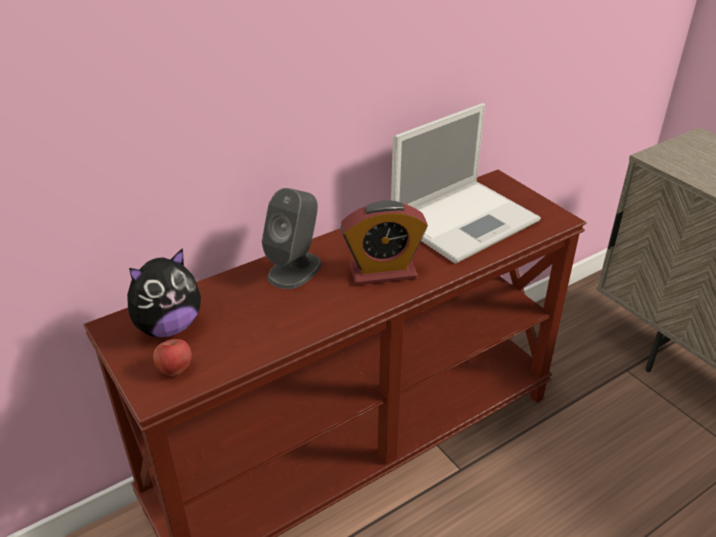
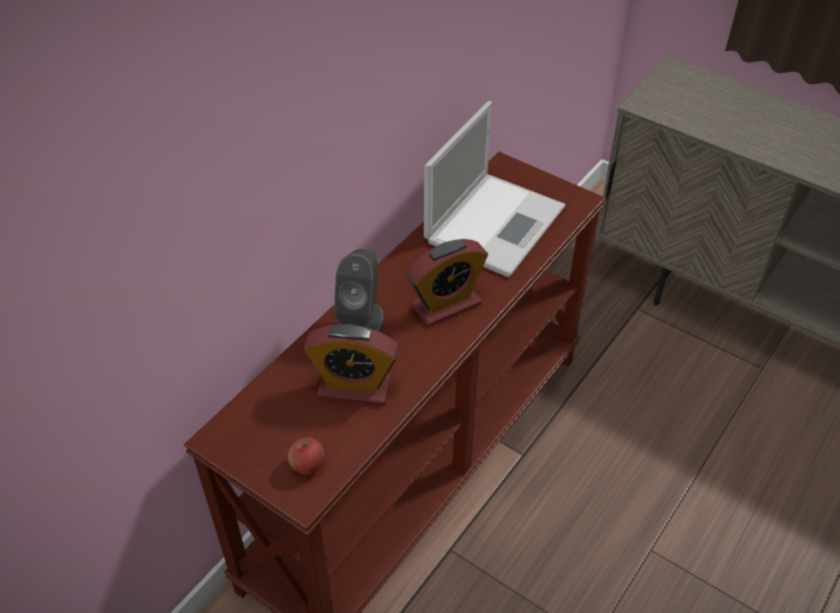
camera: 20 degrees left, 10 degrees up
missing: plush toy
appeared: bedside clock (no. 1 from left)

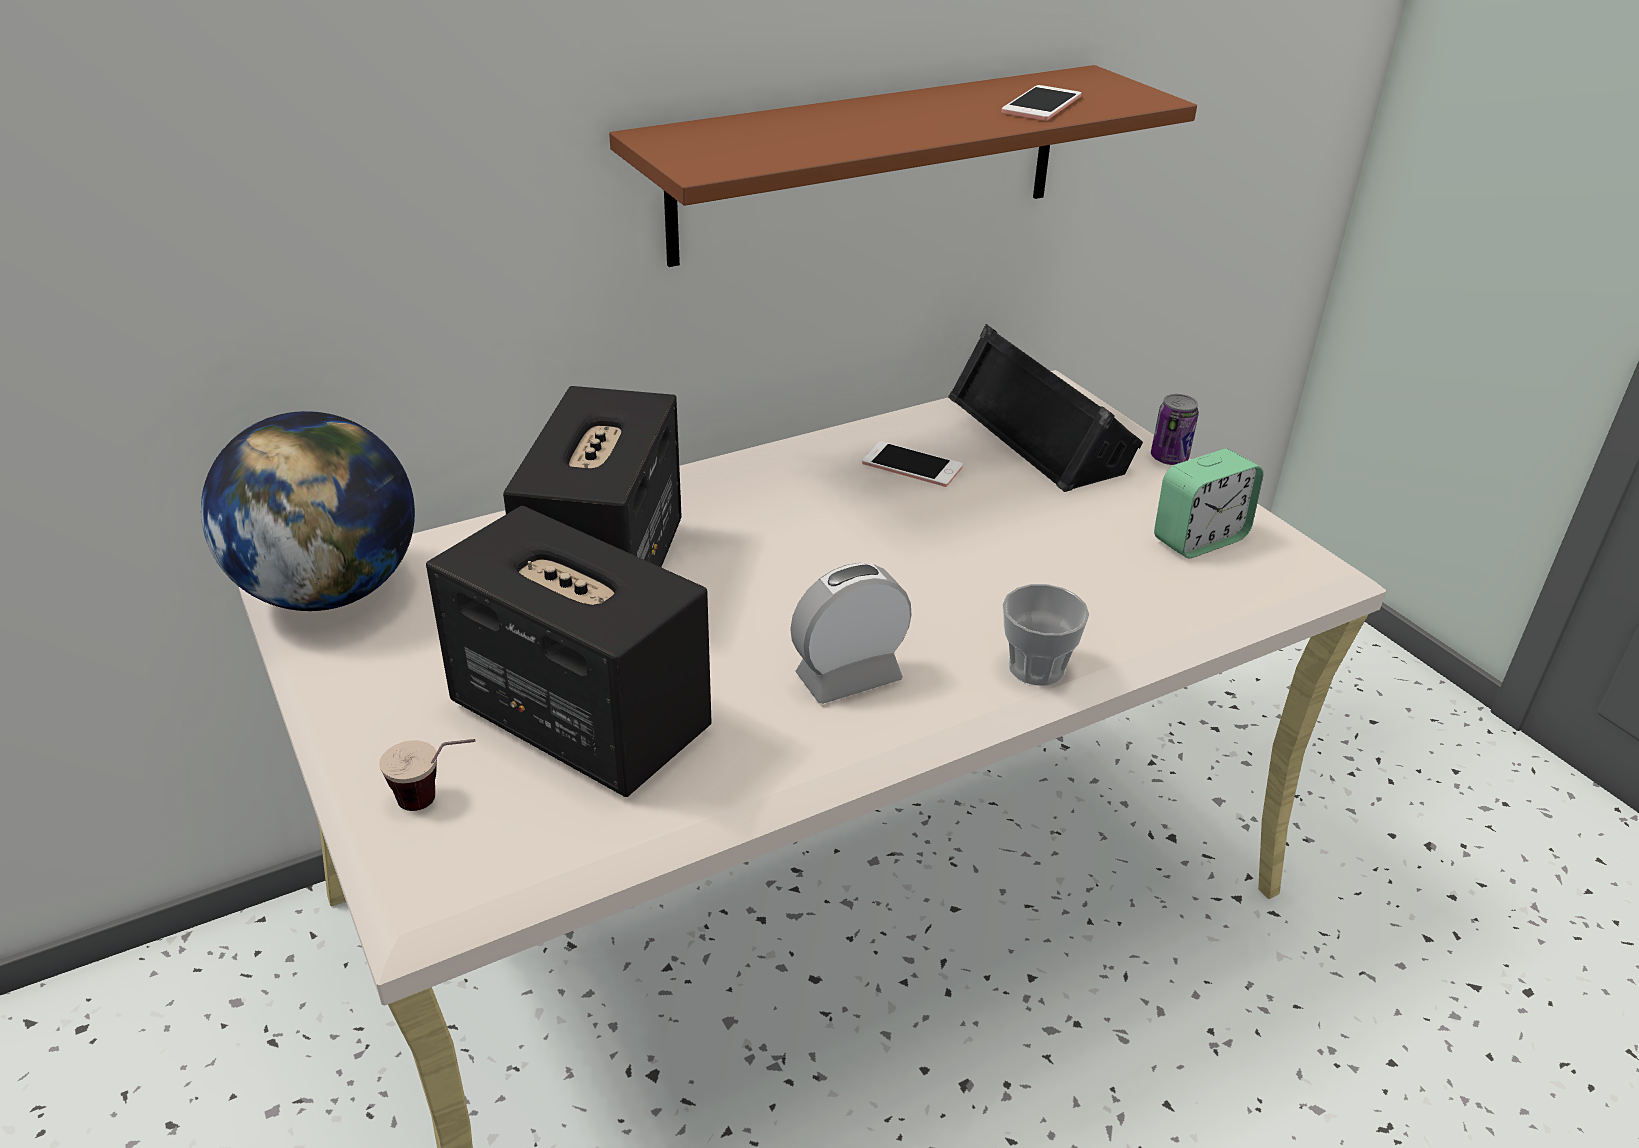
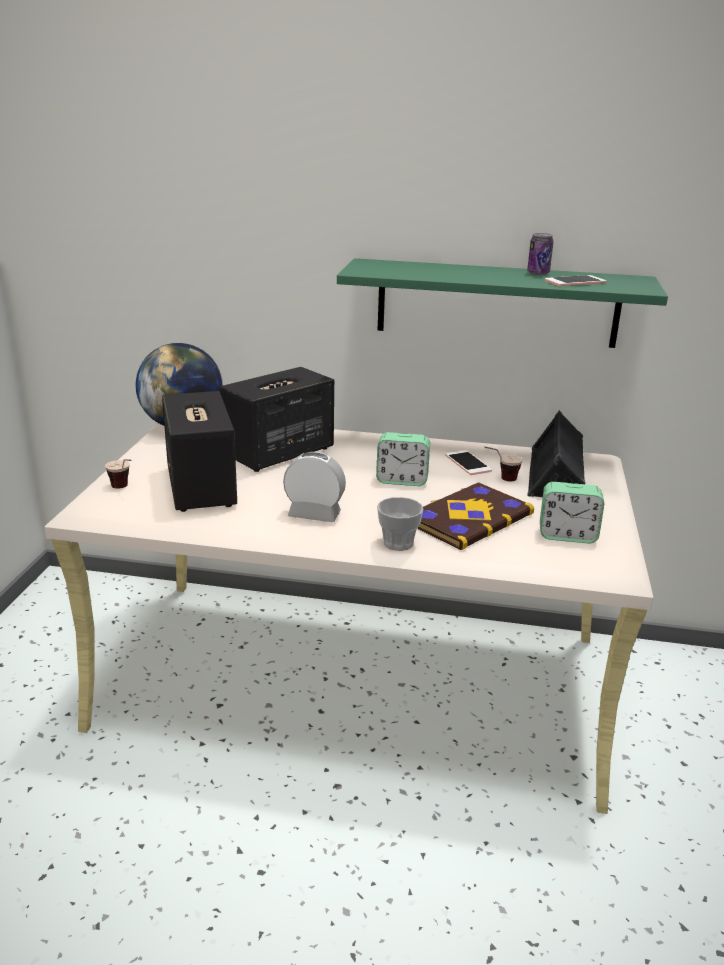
camera: 40 degrees right, 10 degrees down
appeared: bedside clock (no. 2 from left); book; cup (no. 3 from left)
relocated: metal can
colour: brown wall shelf to green wall shelf

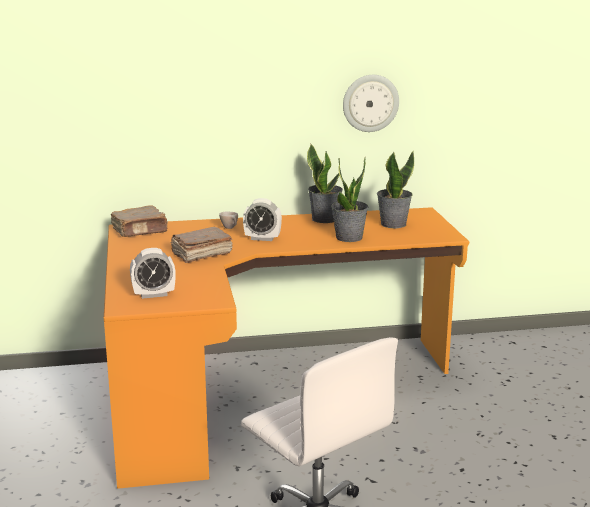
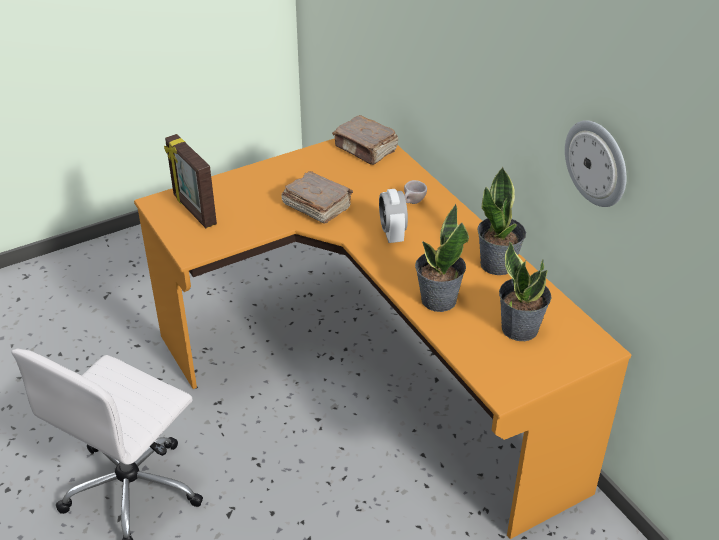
camera: 70 degrees right, 20 degrees up
exchanged: bedside clock (no. 1 from left) to standing frame

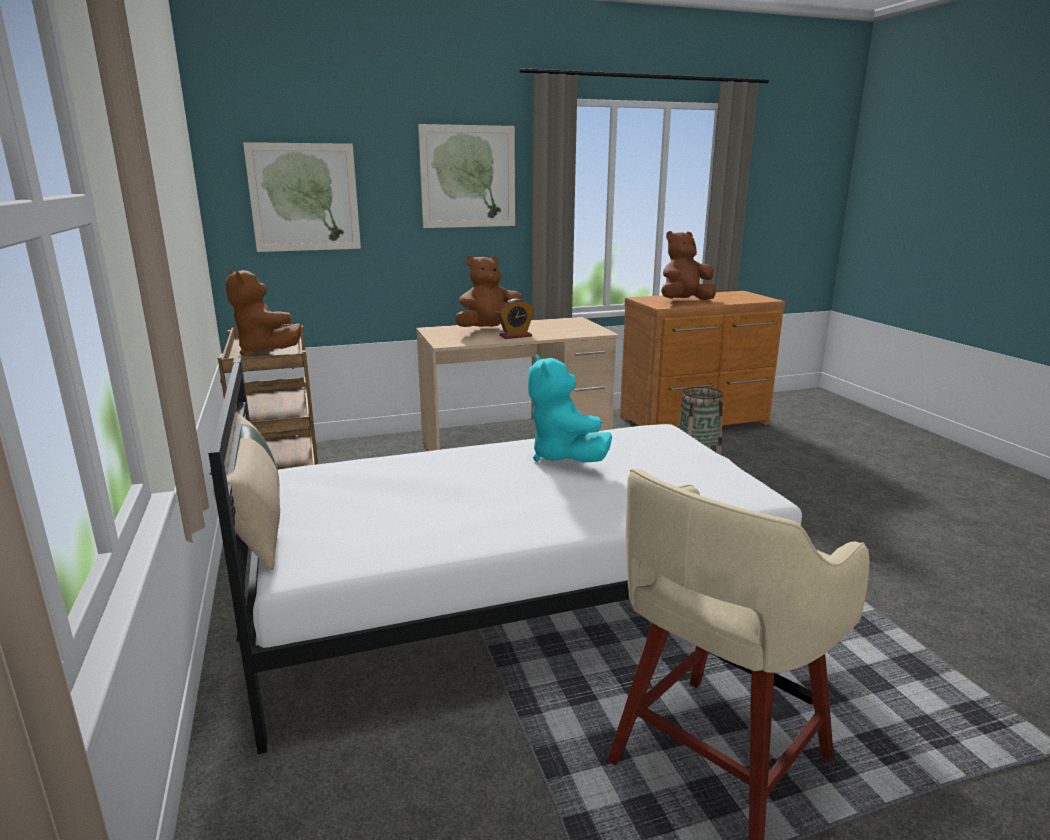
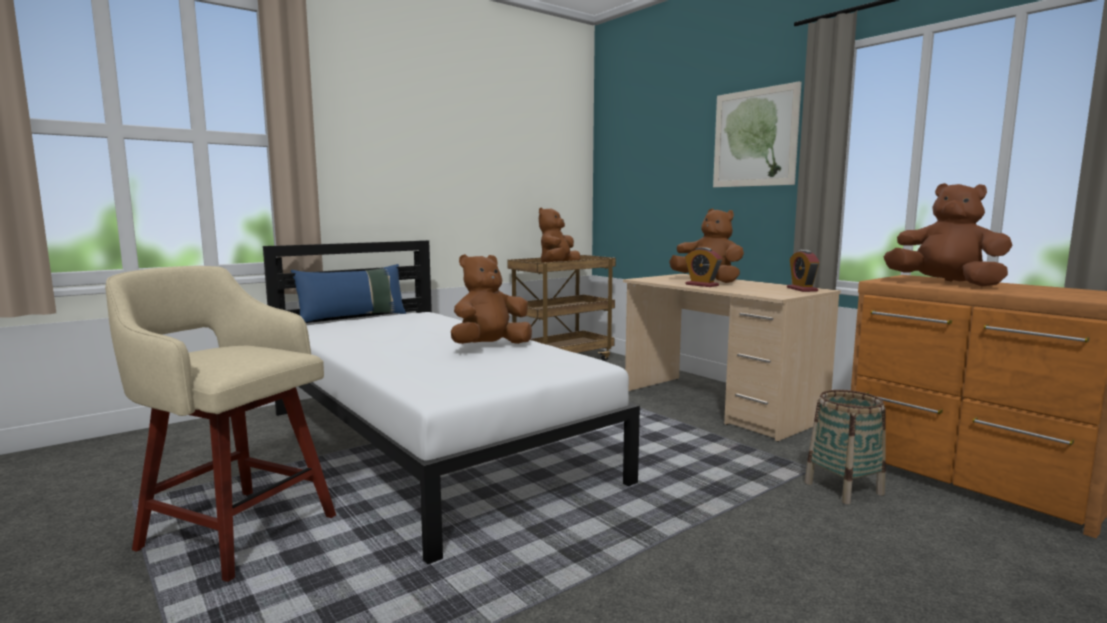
camera: 70 degrees right, 10 degrees down
missing: wall art (no. 1 from left)
appeared: bedside clock (no. 2 from left)
colour: beige-coloured pillow to blue pillow; turquoise plush toy to brown plush toy (no. 1 from left)

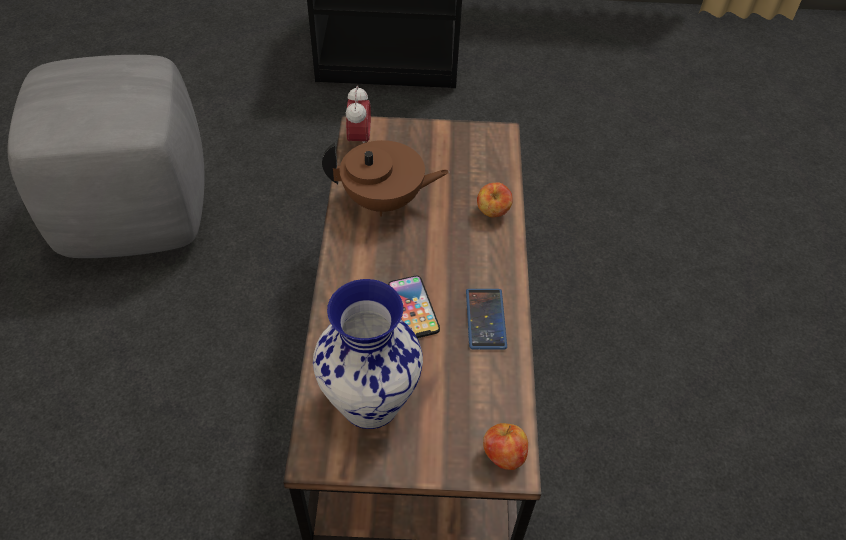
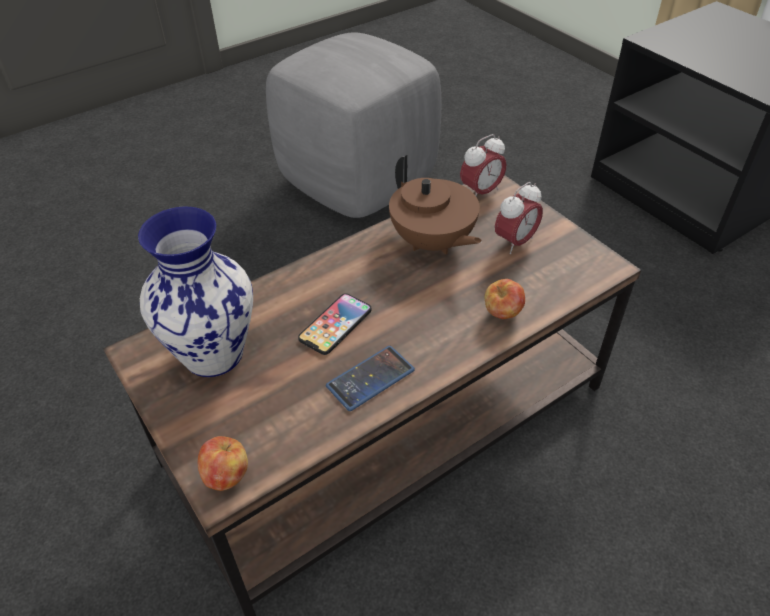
camera: 55 degrees right, 5 degrees down
appeared: bedside clock (no. 2 from left)

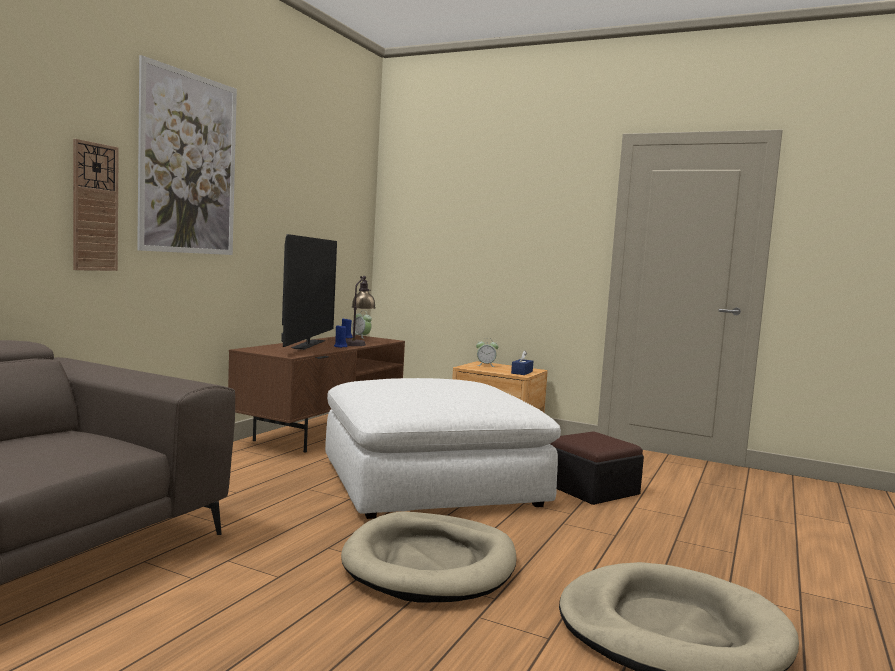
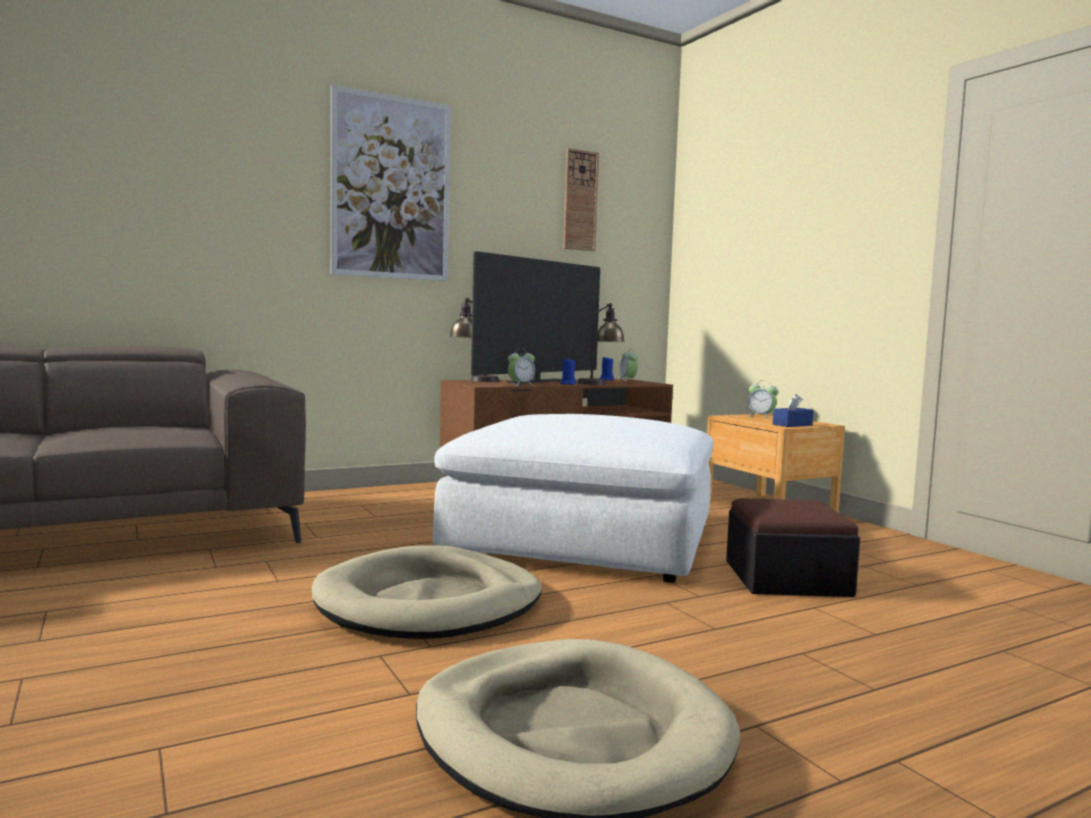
camera: 35 degrees right, 0 degrees up
appeared: table lamp (no. 1 from left); bedside clock (no. 1 from left)
relocated: hanging clock

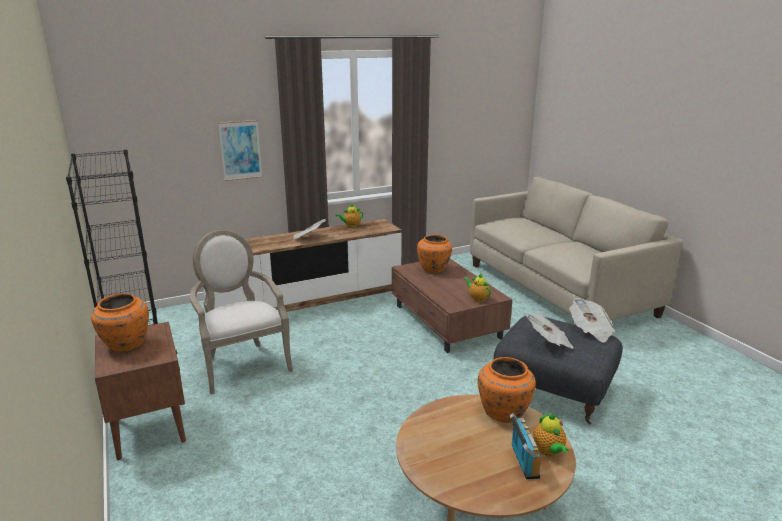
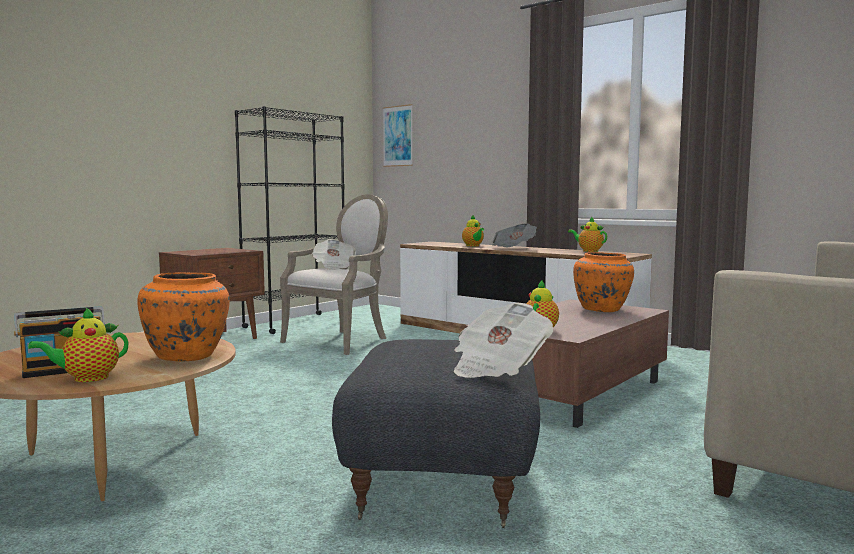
camera: 65 degrees right, 15 degrees down
missing: orange-coloured flower vase (no. 1 from left)
appeared: tea pot (no. 2 from left)
relocated: wall art; daily paper (no. 2 from left in the first image) to daily paper (no. 1 from left)

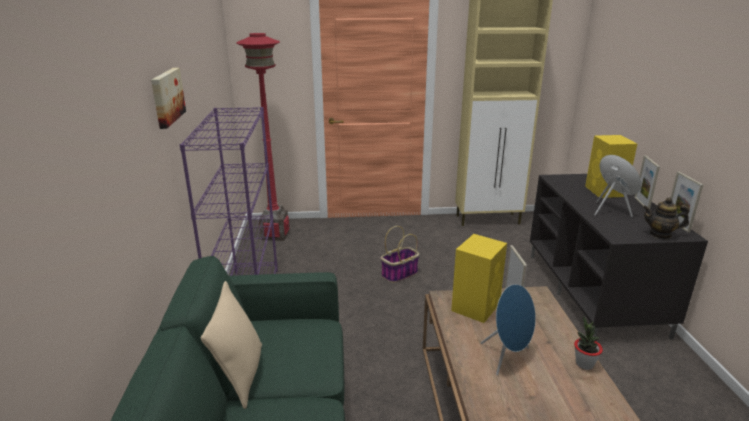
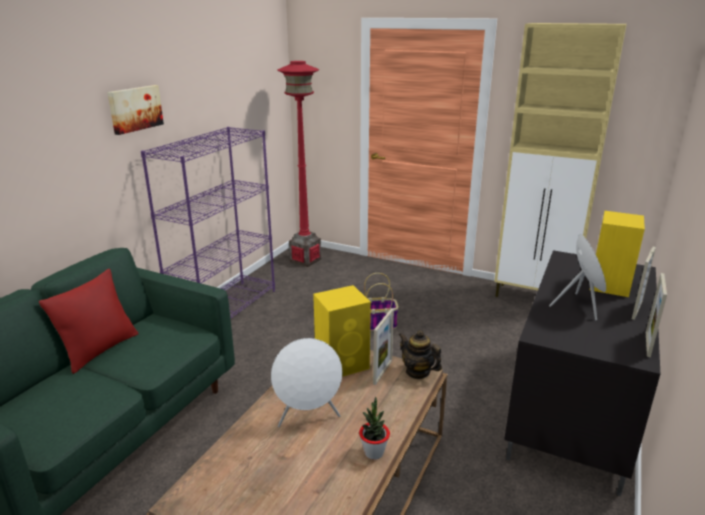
camera: 30 degrees right, 0 degrees up
relocated: tea pot
colour: beige-coloured pillow to reddish pillow; blue loudspeaker (no. 1 from left) to whitish loudspeaker

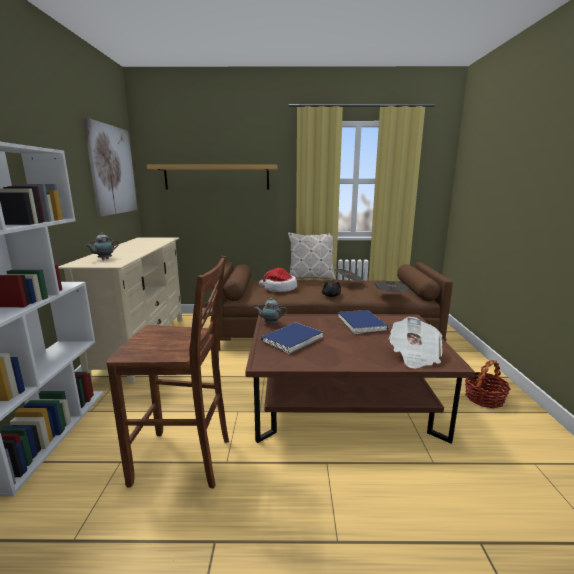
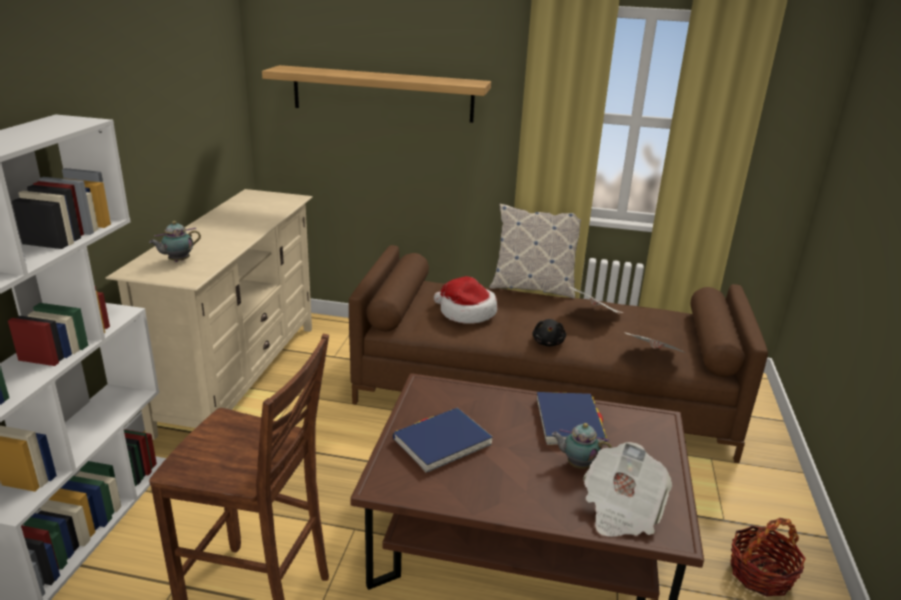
camera: 10 degrees right, 10 degrees up
missing: wall art
relocated: tea pot (no. 2 from left)

